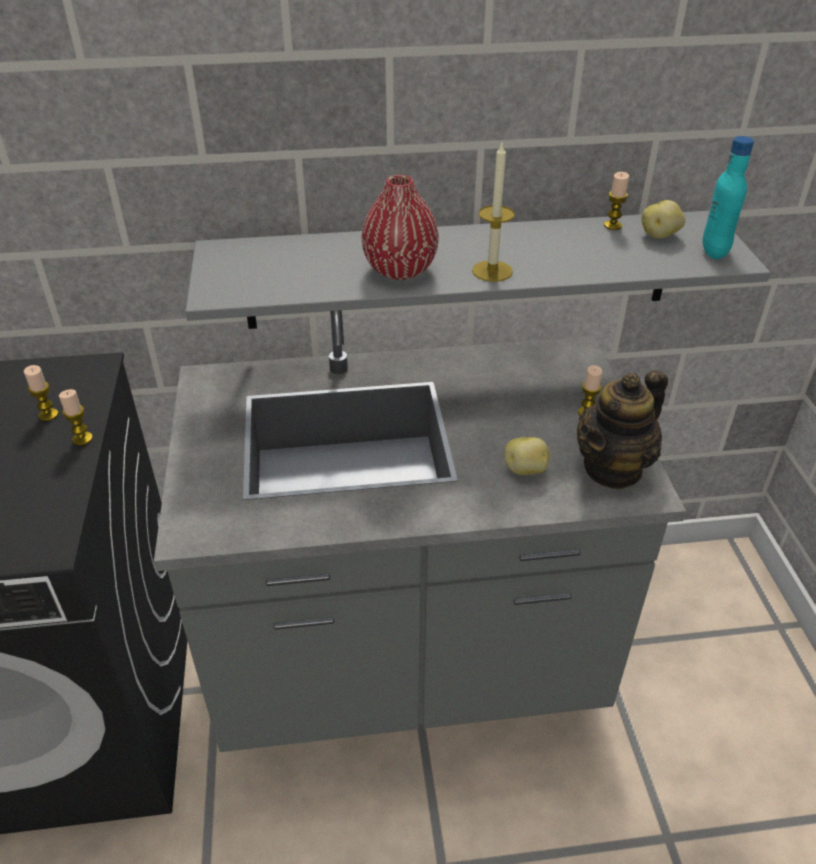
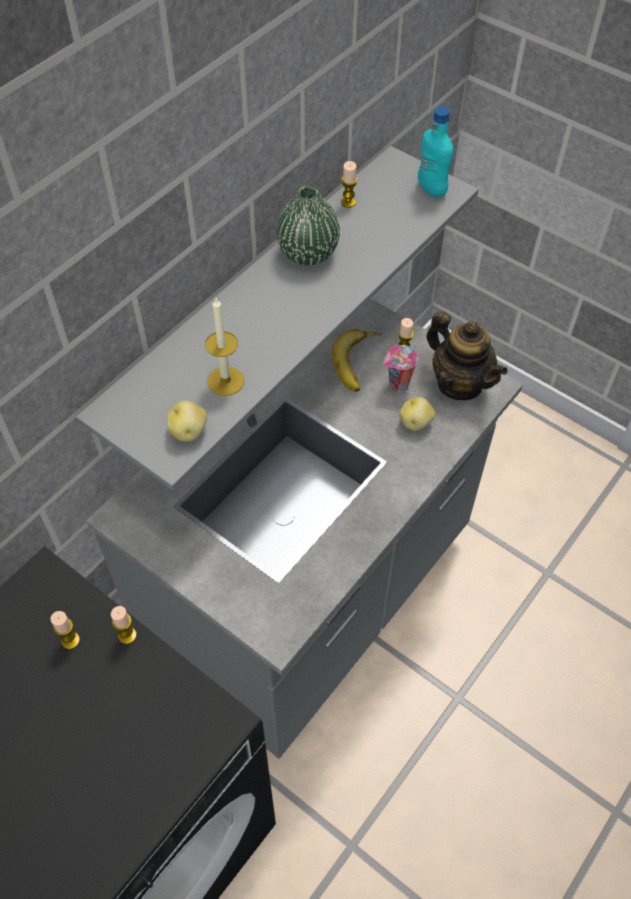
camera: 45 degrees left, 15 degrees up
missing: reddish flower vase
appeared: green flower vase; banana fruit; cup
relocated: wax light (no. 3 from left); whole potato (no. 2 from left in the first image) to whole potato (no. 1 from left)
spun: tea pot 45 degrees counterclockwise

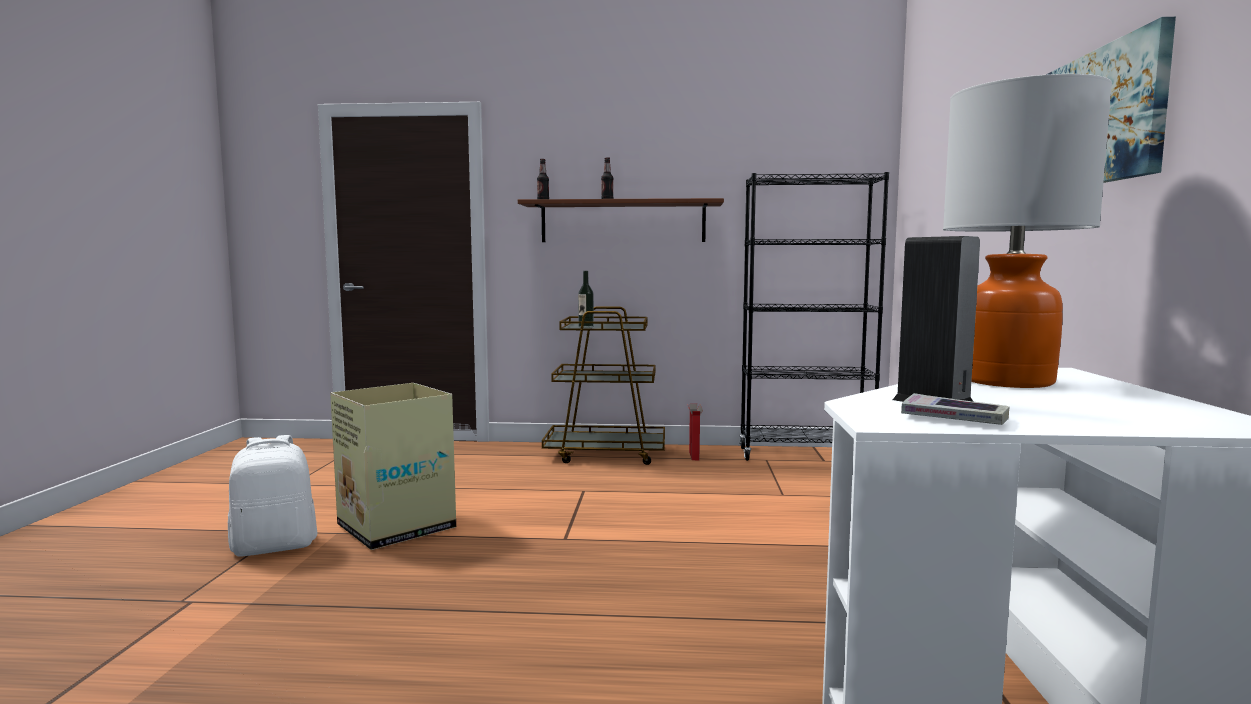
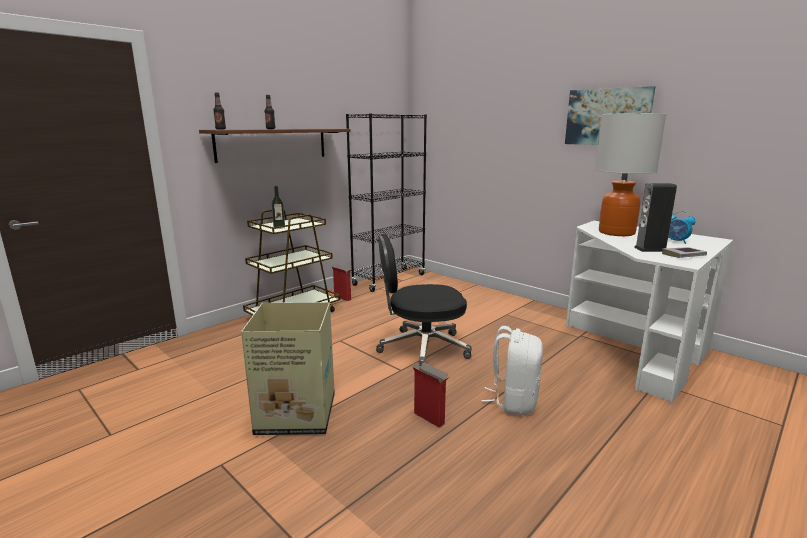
camera: 50 degrees left, 10 degrees up
appeared: black-coloured desk chair; cardboard box (no. 3 from left); bedside clock
relocated: whitish backpack

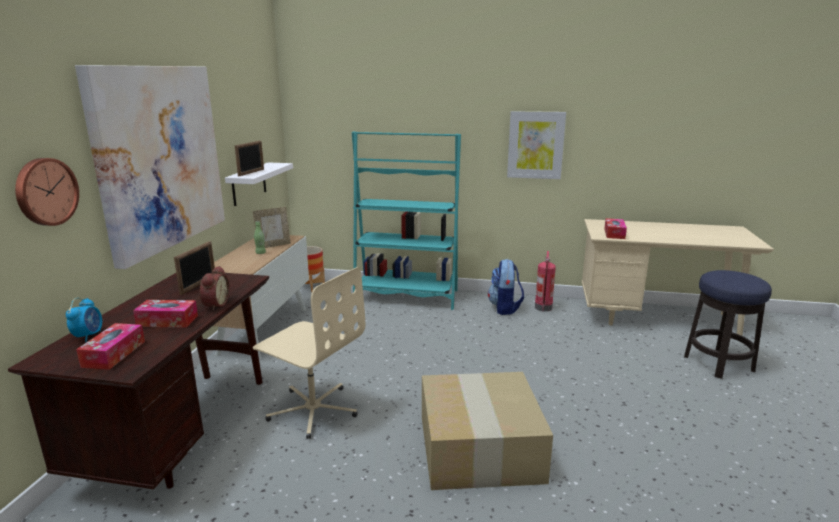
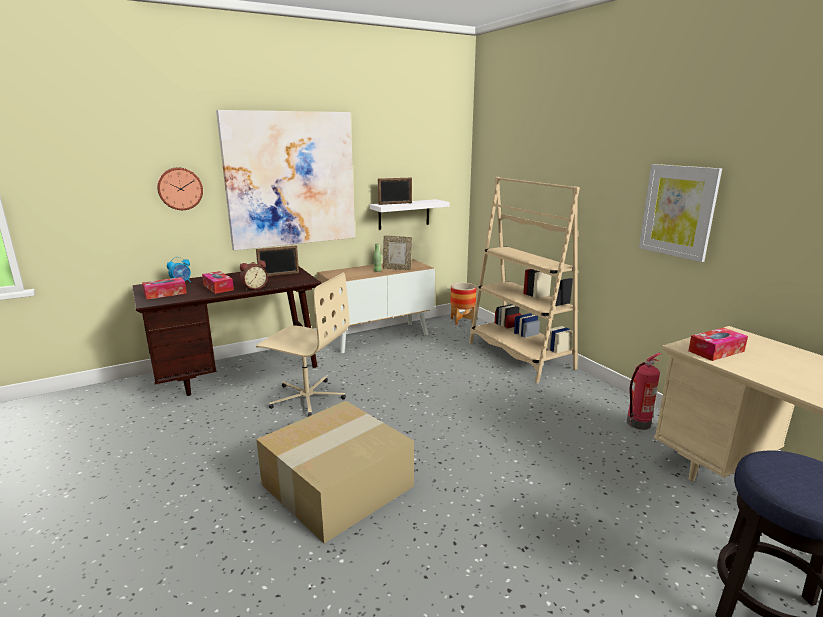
camera: 50 degrees right, 0 degrees up
missing: backpack
colour: turquoise shelving unit to beige-coloured shelving unit
spun: beige-coloured desk chair 60 degrees counterclockwise

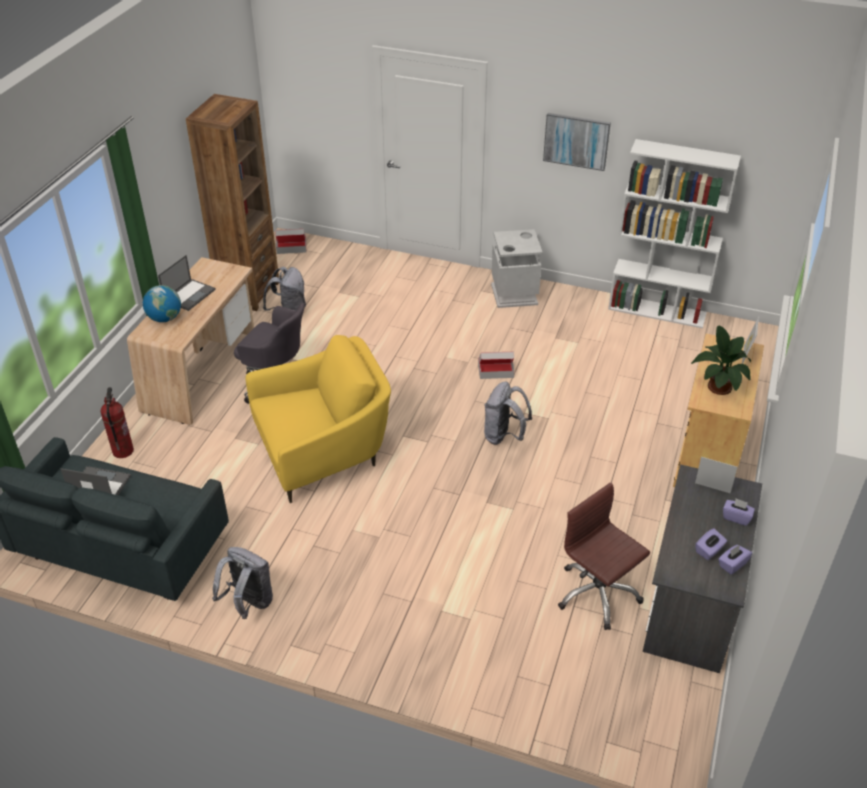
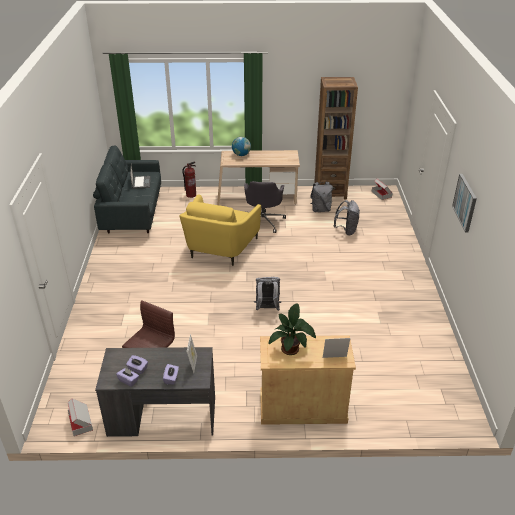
camera: 70 degrees right, 5 degrees down
missing: notebook computer (no. 2 from left); grey waste bin; whitish shelving unit
relocated: grey backpack (no. 1 from left in the first image) to grey backpack (no. 3 from left); cardboard box (no. 2 from left in the first image) to cardboard box (no. 1 from left)
spun: yellowish armchair 60 degrees clockwise

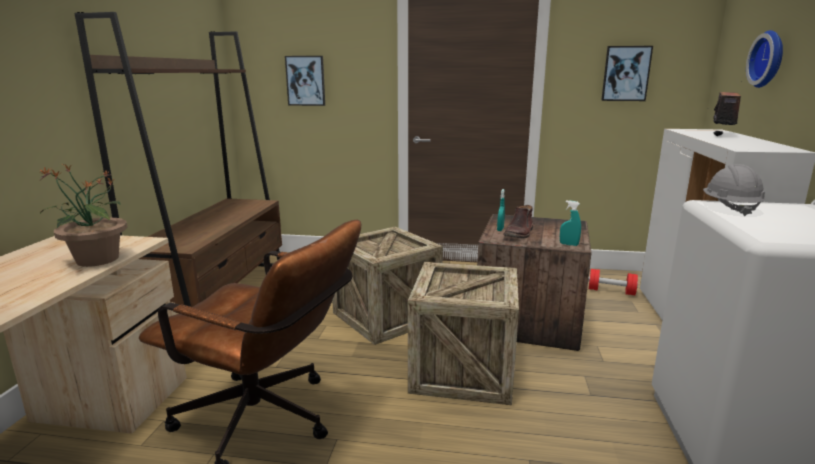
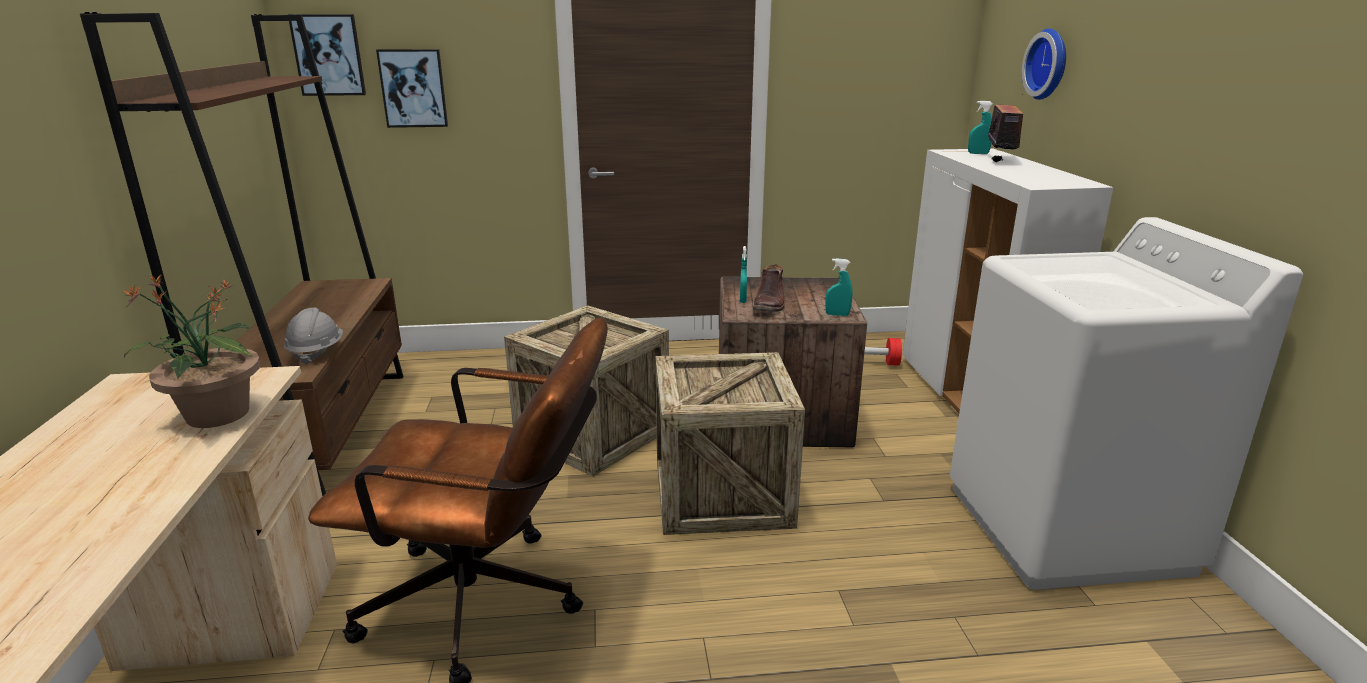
camera: 15 degrees left, 5 degrees up
appeared: turquoise spray bottle (no. 3 from left)
relocated: wall art (no. 2 from left in the first image) to wall art (no. 1 from left); grey work helmet

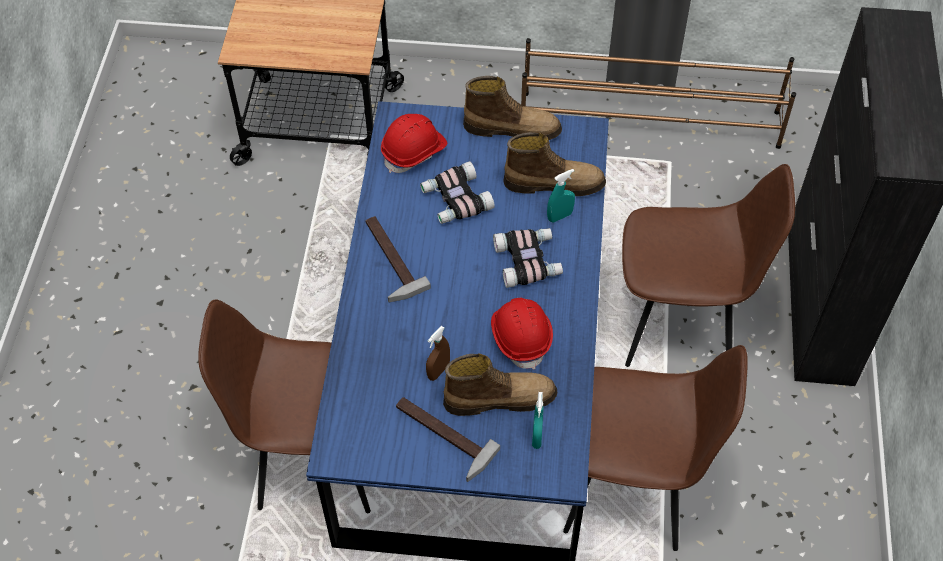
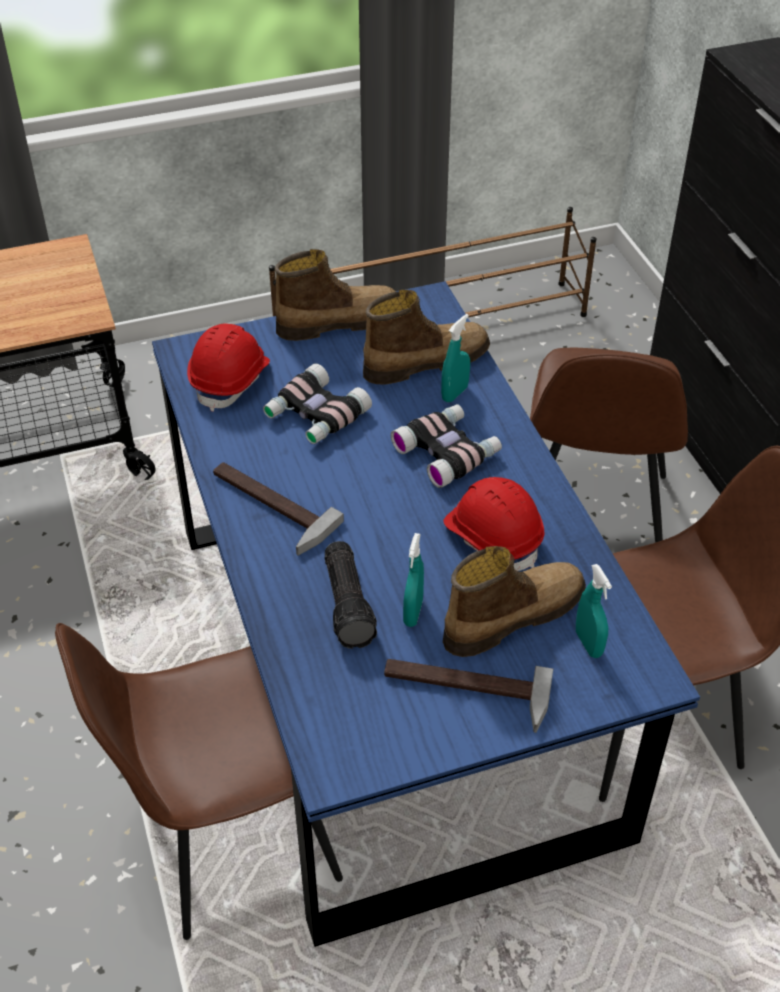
camera: 25 degrees left, 10 degrees down
appeared: hand torch
colour: brown spray bottle to turquoise spray bottle (no. 1 from left)
spun: brown chair (no. 3 from left in the first image) 120 degrees clockwise

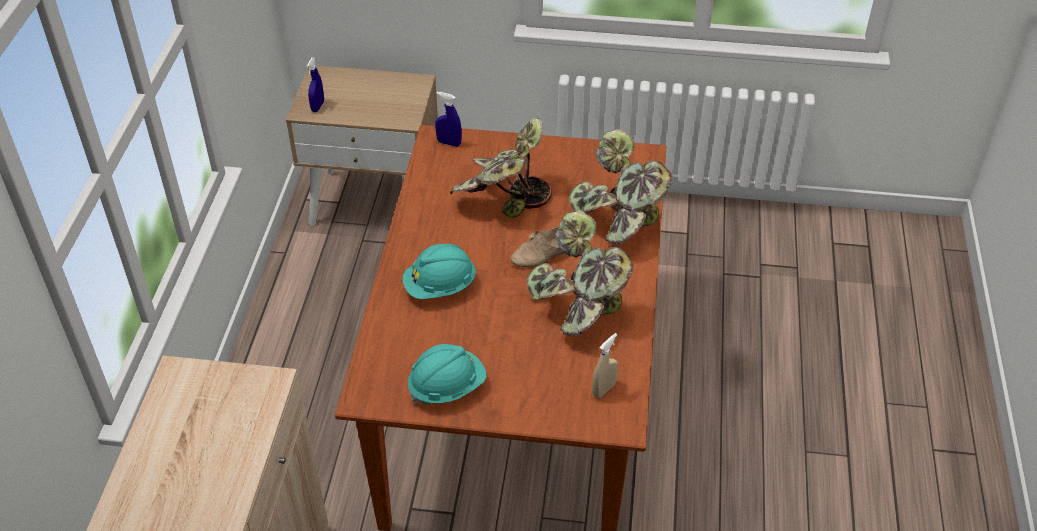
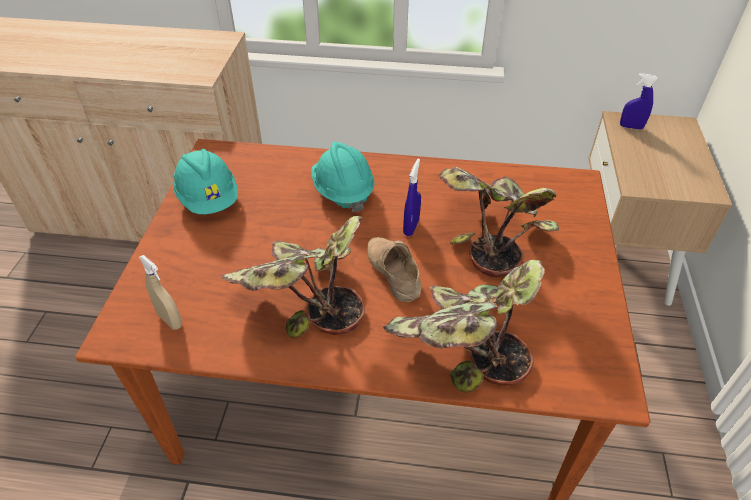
camera: 90 degrees right, 0 degrees up
relocated: blue spray bottle (no. 2 from left in the first image) to blue spray bottle (no. 1 from left)

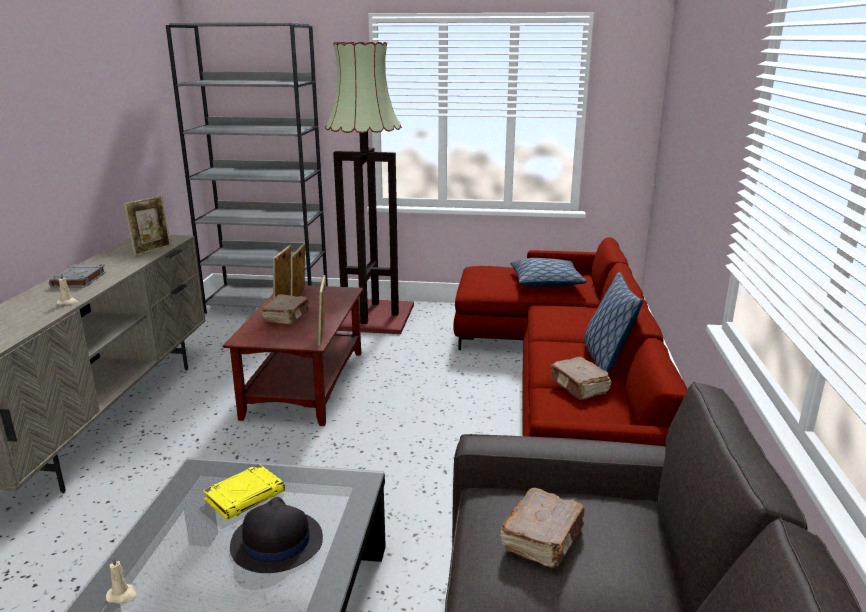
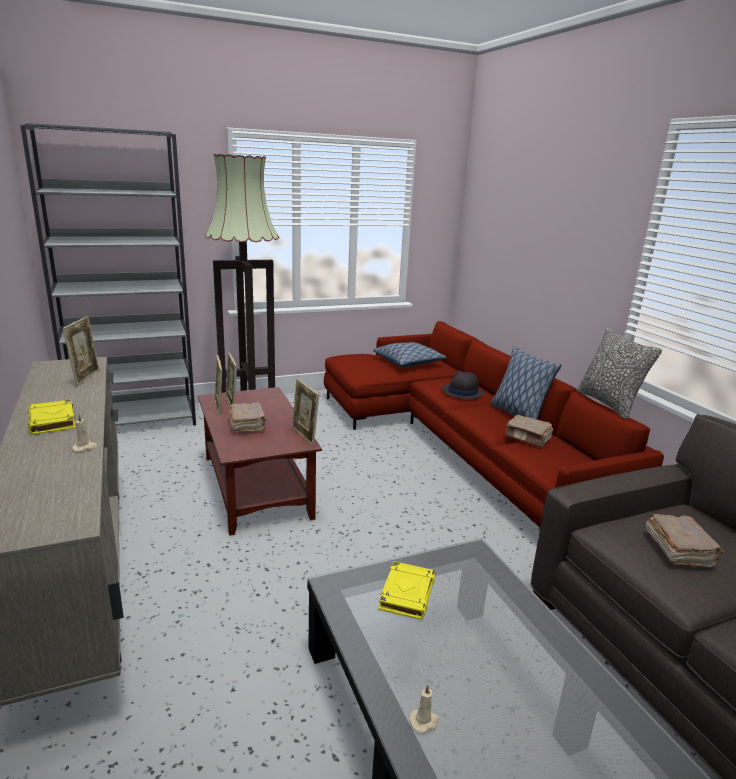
camera: 30 degrees left, 0 degrees up
appeared: pillow (no. 3 from left)
relocated: black-coloured clothing hat
colour: grey book to yellowish book (no. 1 from left)

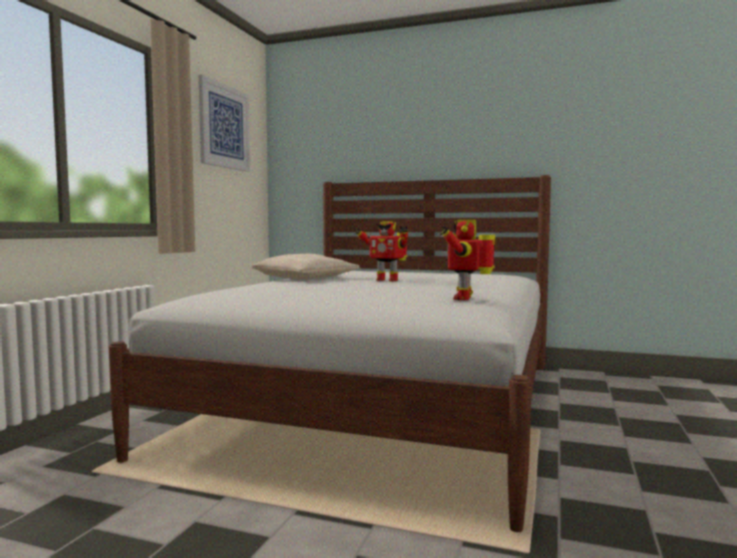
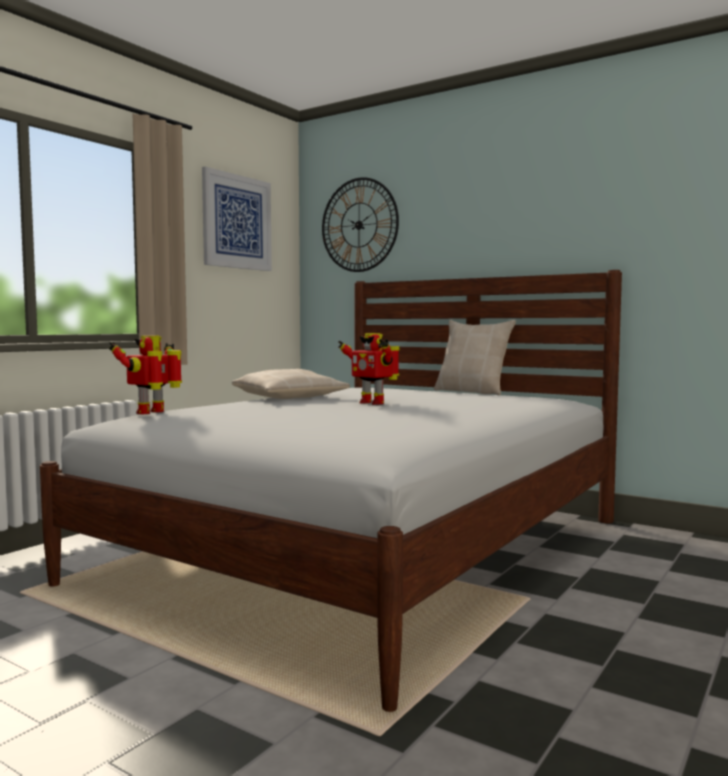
camera: 15 degrees right, 0 degrees up
appeared: hanging clock; beige-coloured pillow (no. 2 from left)
relocated: model robot (no. 2 from left in the first image) to model robot (no. 1 from left)

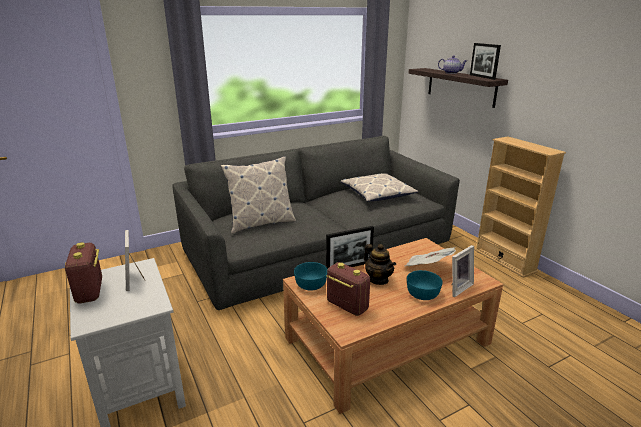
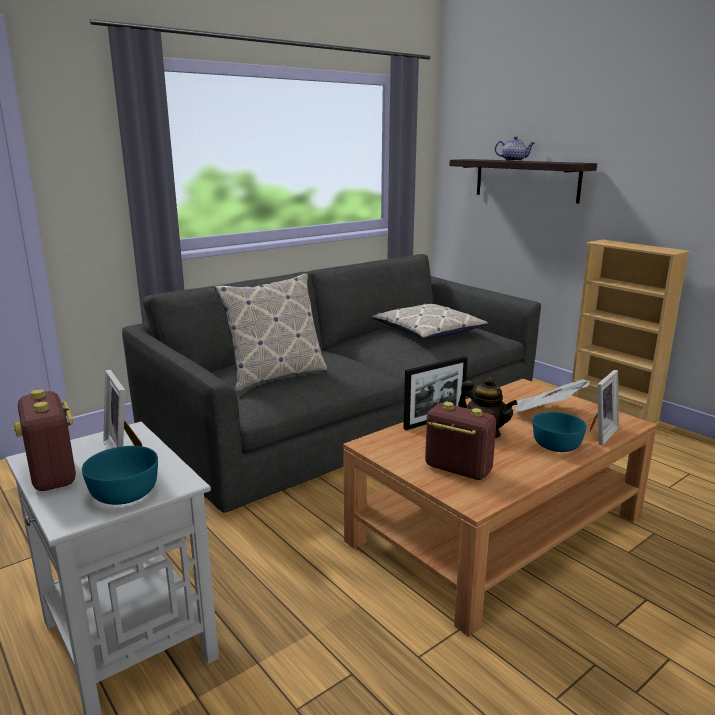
camera: 10 degrees left, 5 degrees down
missing: standing frame (no. 4 from left)
relocated: turquoise deep dish (no. 1 from left)

